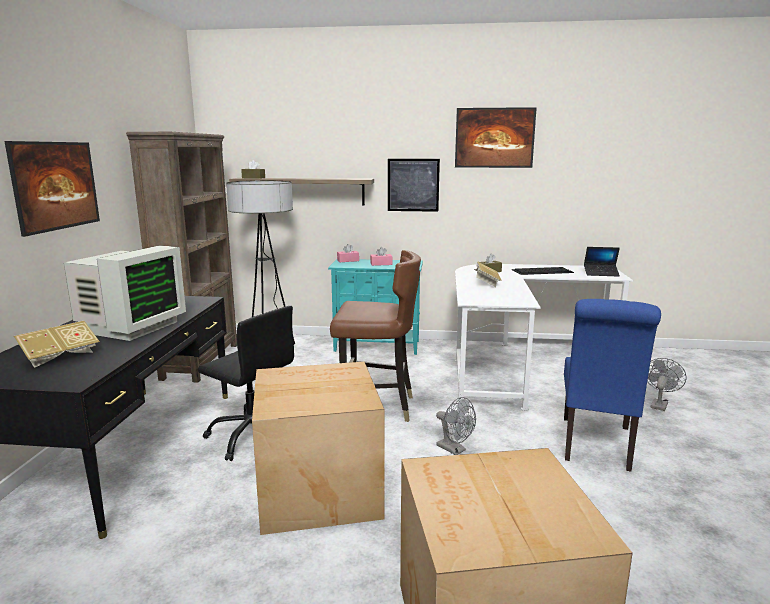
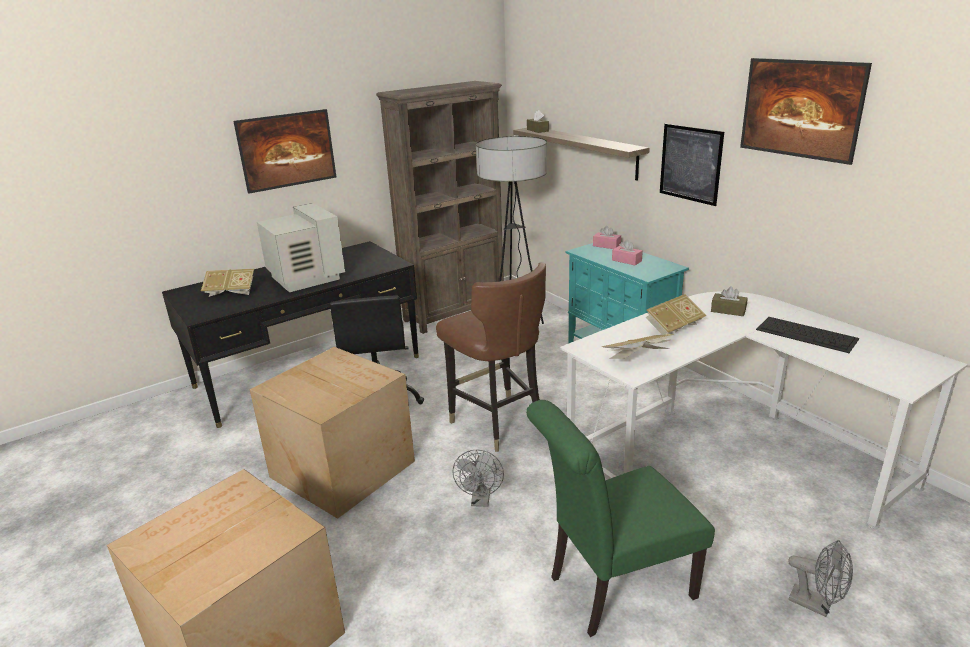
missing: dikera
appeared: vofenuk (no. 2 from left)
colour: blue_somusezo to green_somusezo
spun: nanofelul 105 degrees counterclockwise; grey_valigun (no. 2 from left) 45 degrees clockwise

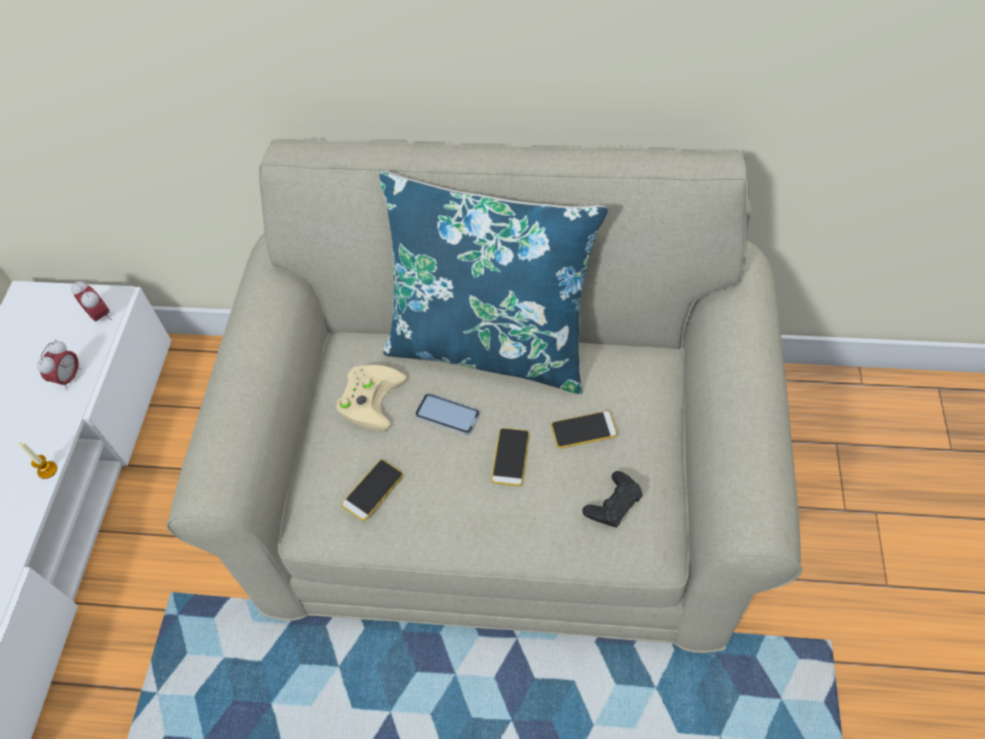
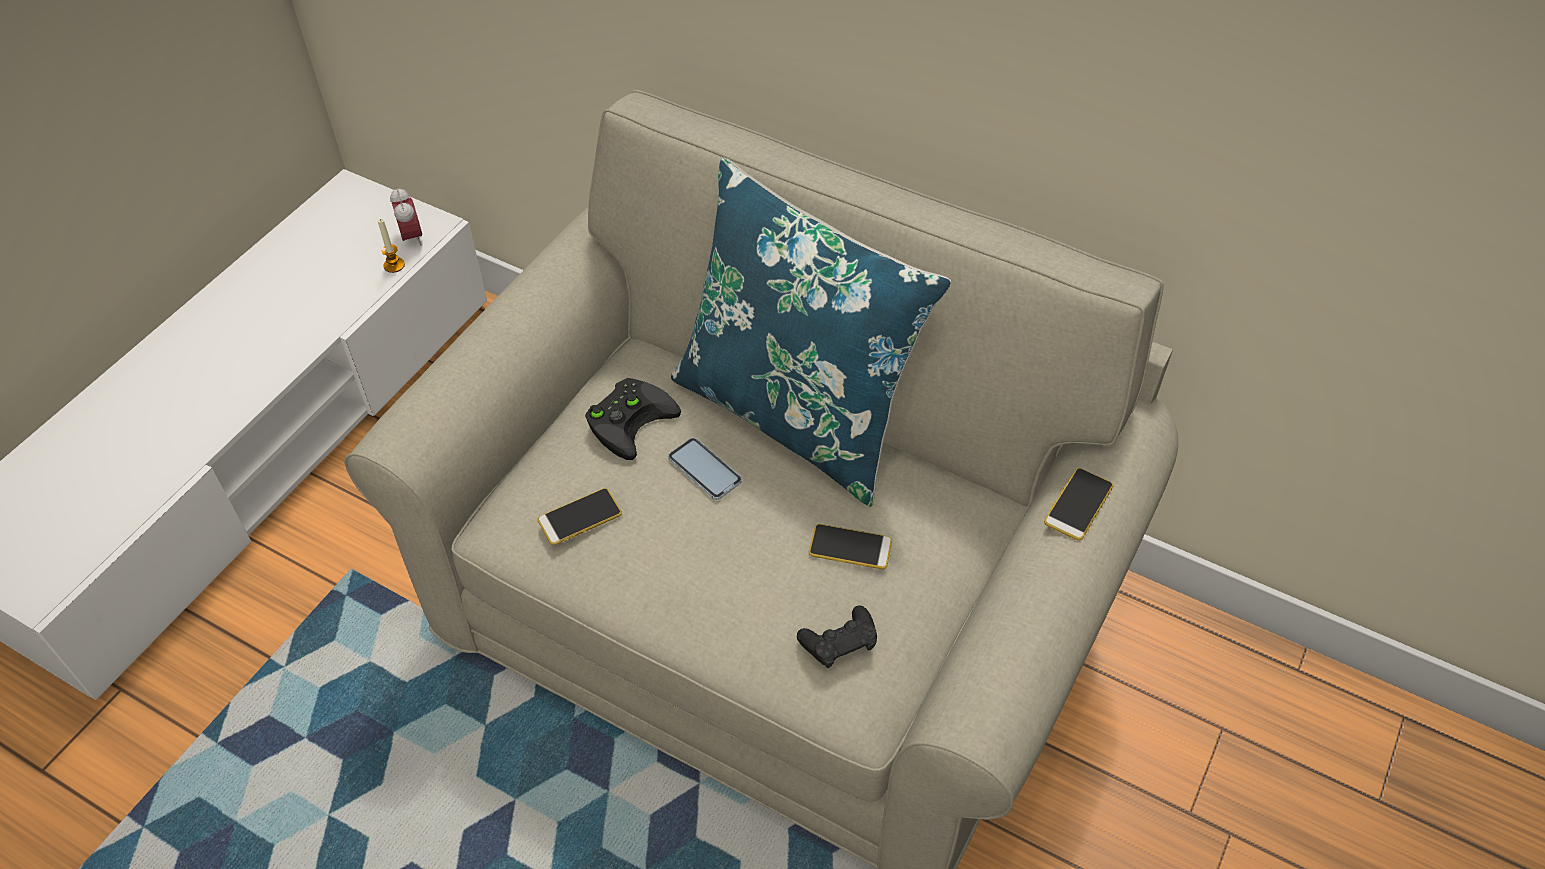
missing: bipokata (no. 1 from left)
relocated: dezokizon (no. 3 from left in the first image) to dezokizon (no. 4 from left); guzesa
colour: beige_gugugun to black_gugugun (no. 1 from left)

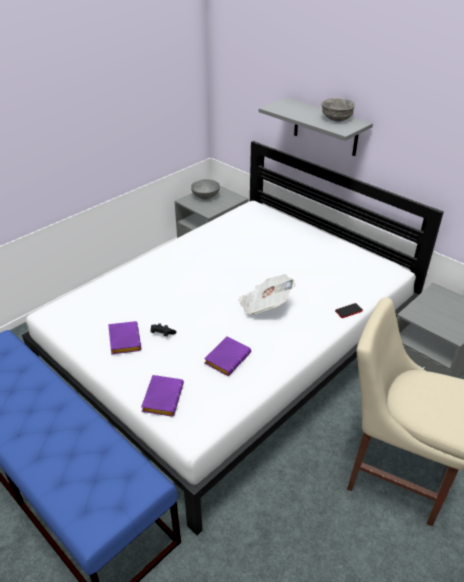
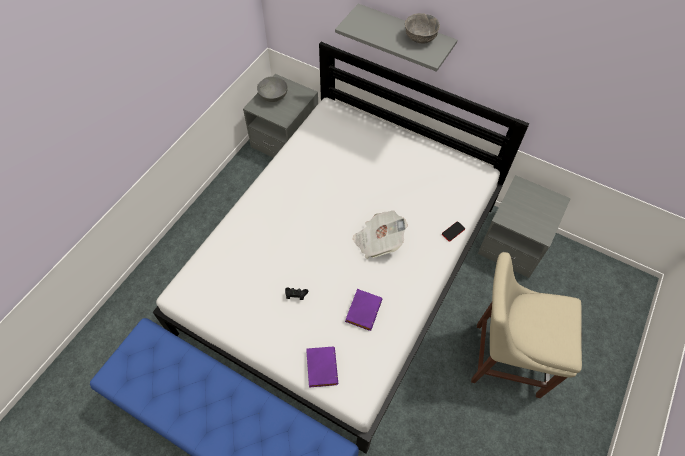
missing: purple_vofenuk (no. 1 from left)

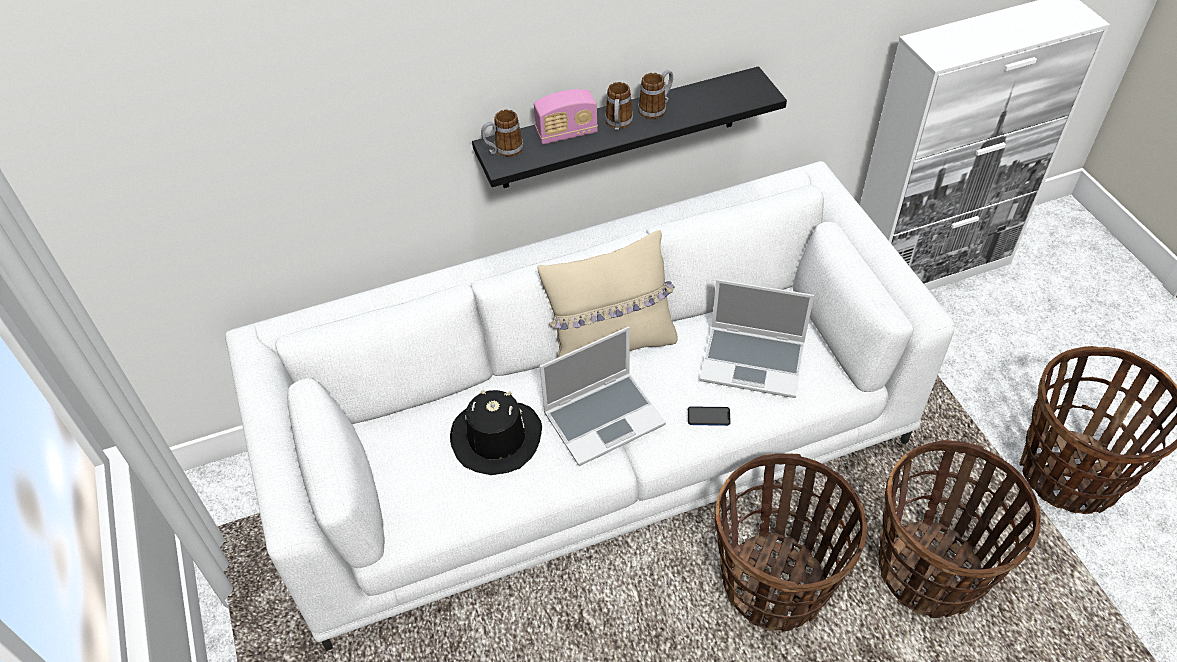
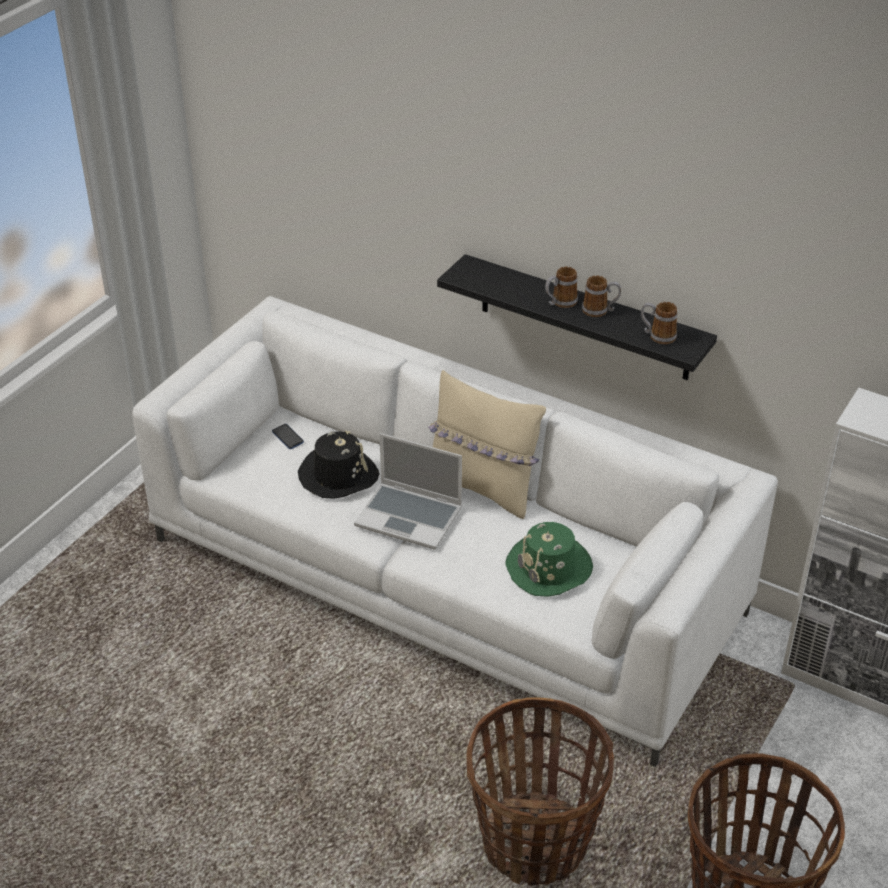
missing: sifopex; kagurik (no. 1 from left)
relocated: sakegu (no. 1 from left in the first image) to sakegu (no. 3 from left); dezokizon
exchanged: dikera (no. 2 from left) to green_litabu

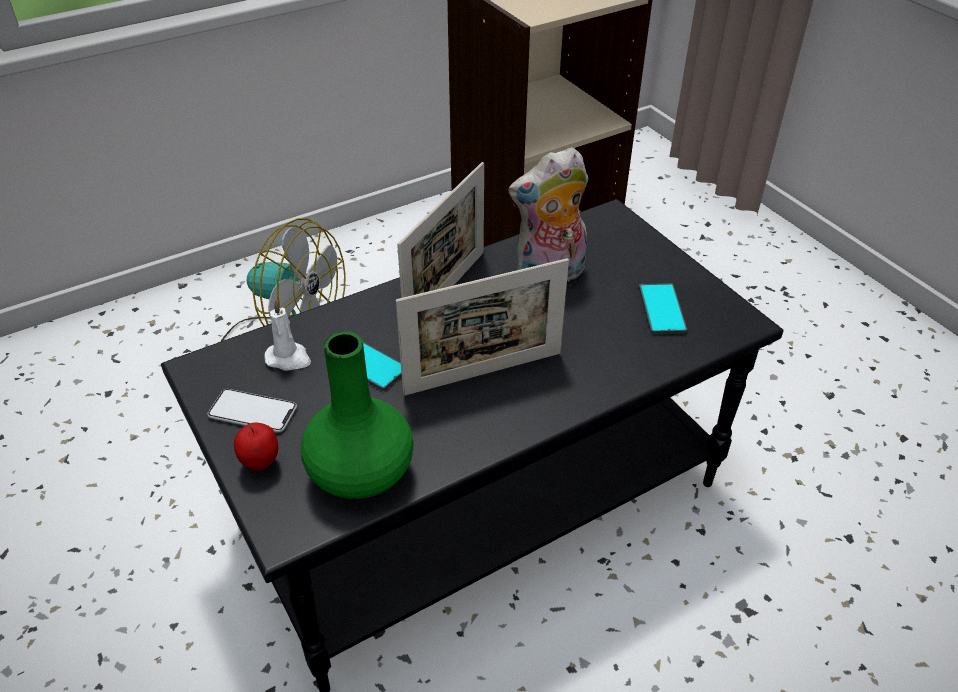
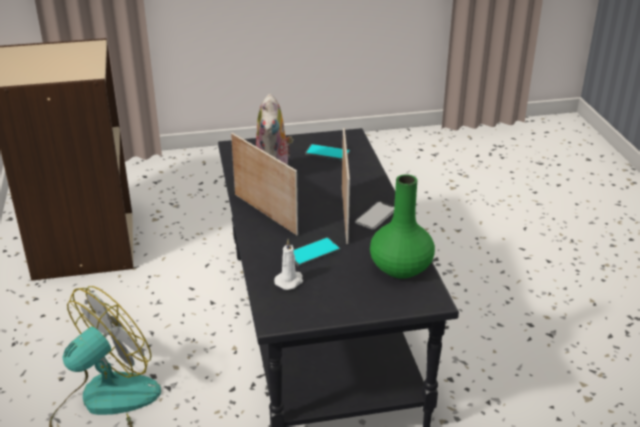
missing: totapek
relocated: dezokizon (no. 1 from left in the first image) to dezokizon (no. 3 from left)

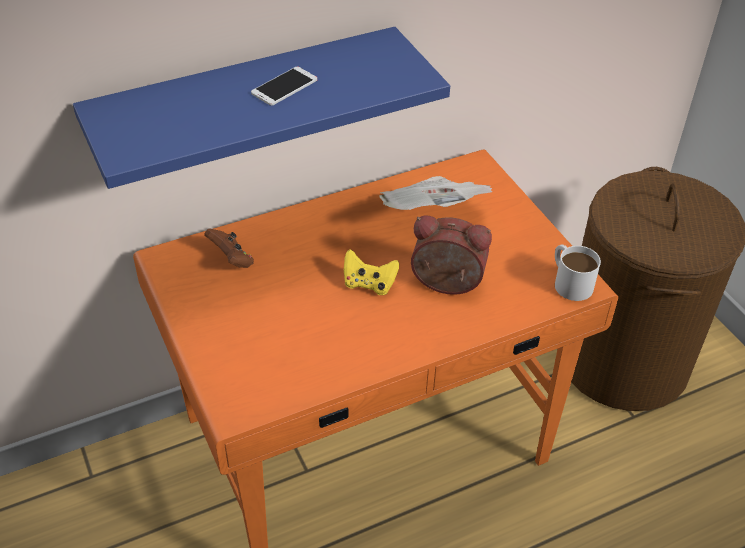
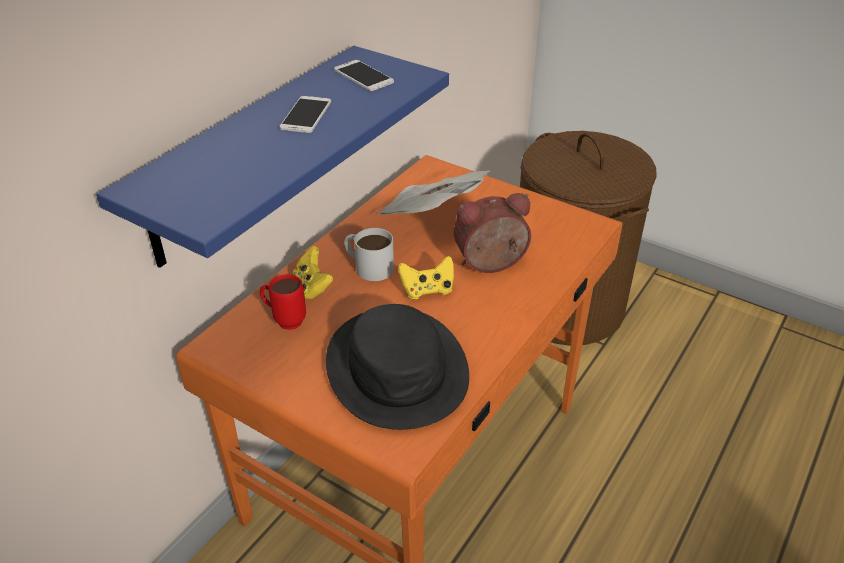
appeared: dezokizon (no. 2 from left); yellow_gugugun (no. 1 from left); black_litabu
relocated: white_sakegu
exchanged: brown_gugugun to red_sakegu

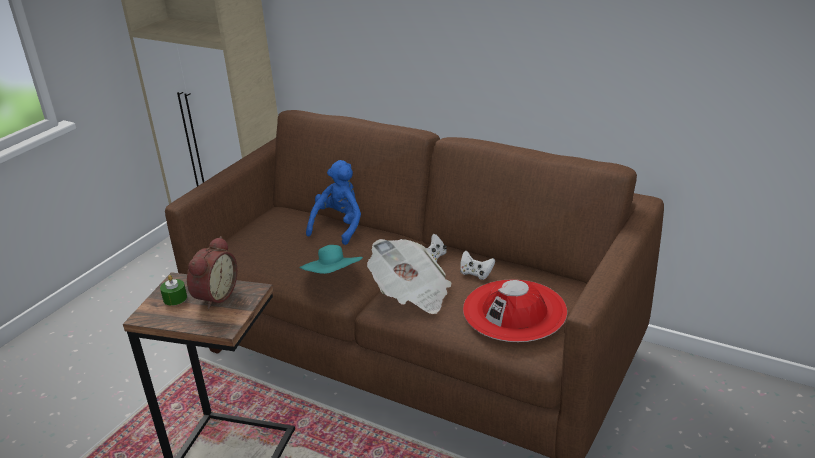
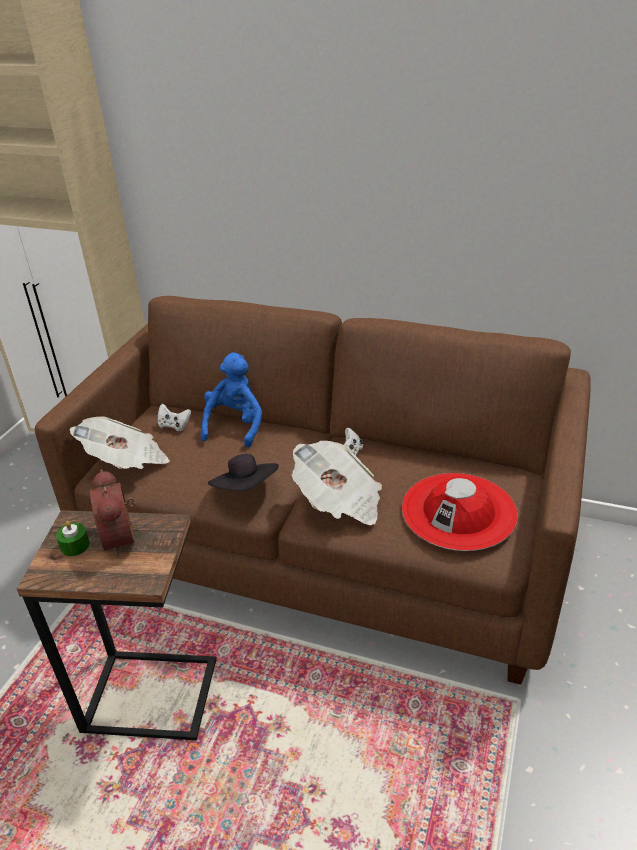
appeared: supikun (no. 1 from left)
relocated: white_gugugun (no. 2 from left in the first image) to white_gugugun (no. 1 from left)
colour: turquoise_litabu to black_litabu
spun: bipokata 150 degrees clockwise

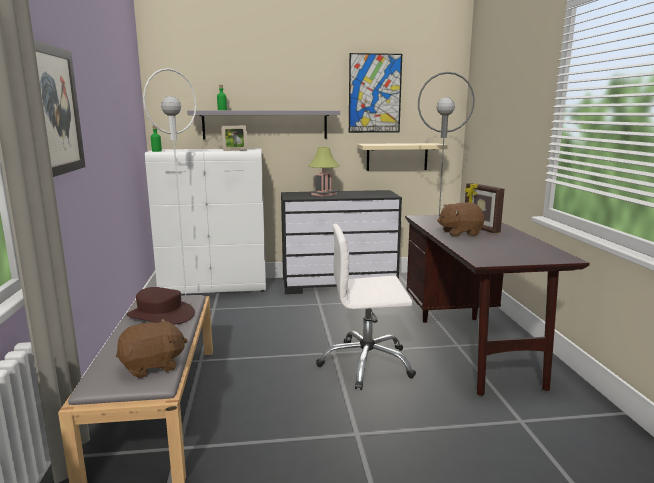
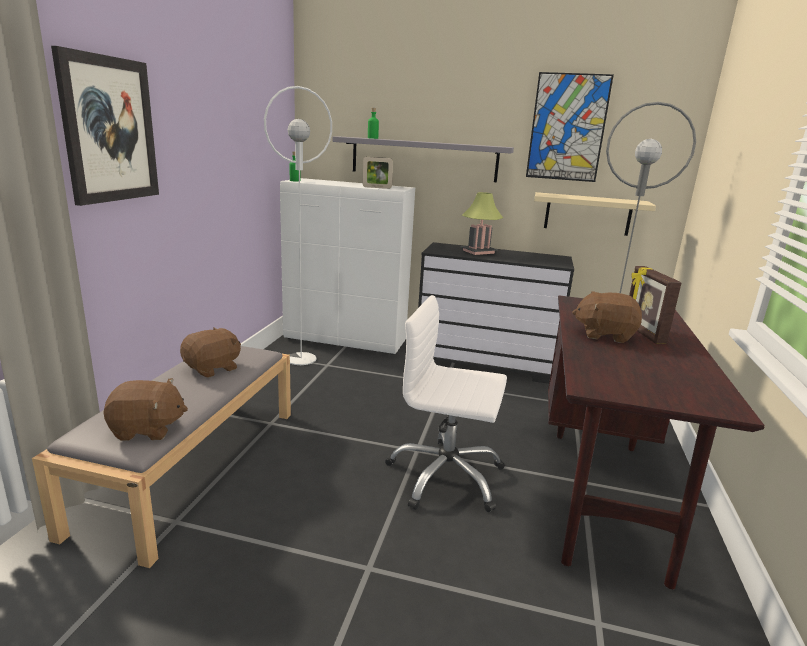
exchanged: brown_litabu to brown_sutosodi (no. 2 from left)

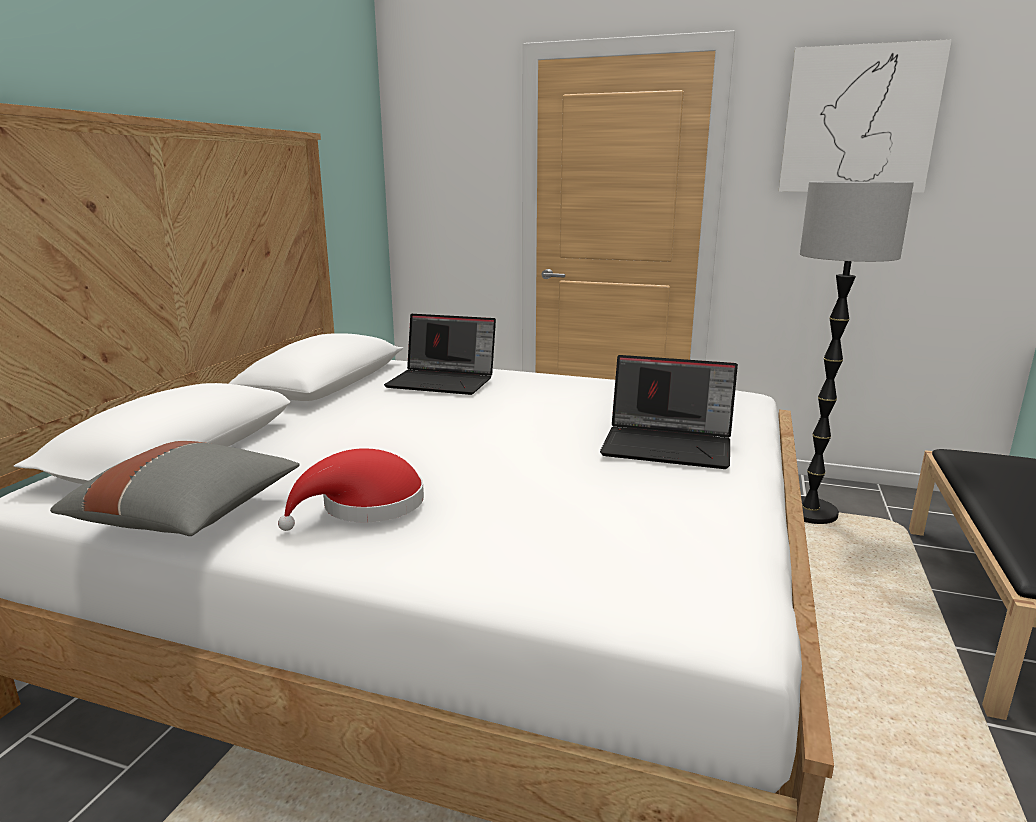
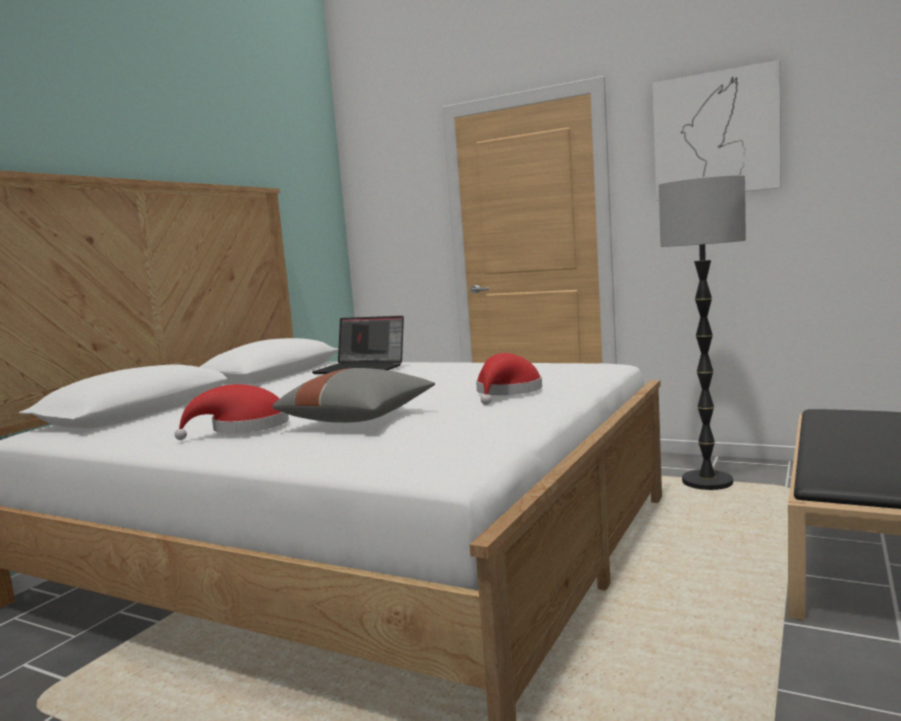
relocated: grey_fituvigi
exchanged: dikera (no. 2 from left) to red_litabu (no. 2 from left)

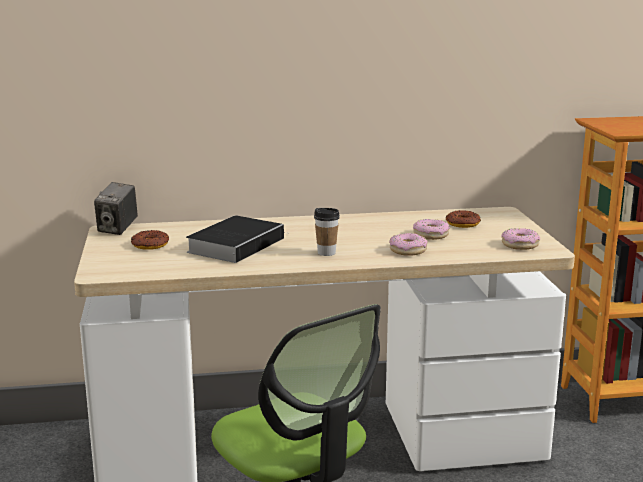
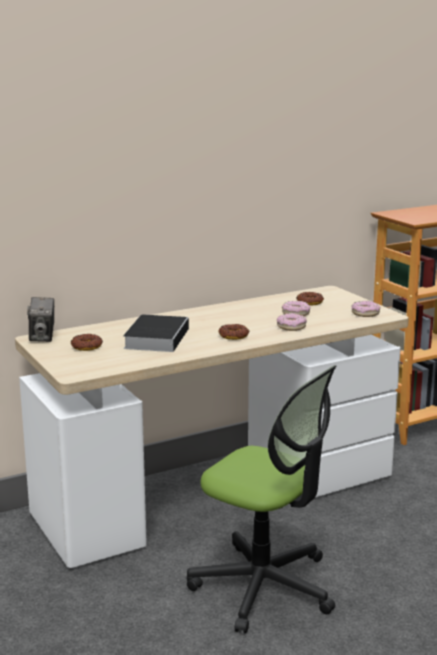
exchanged: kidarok to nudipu (no. 2 from left)

